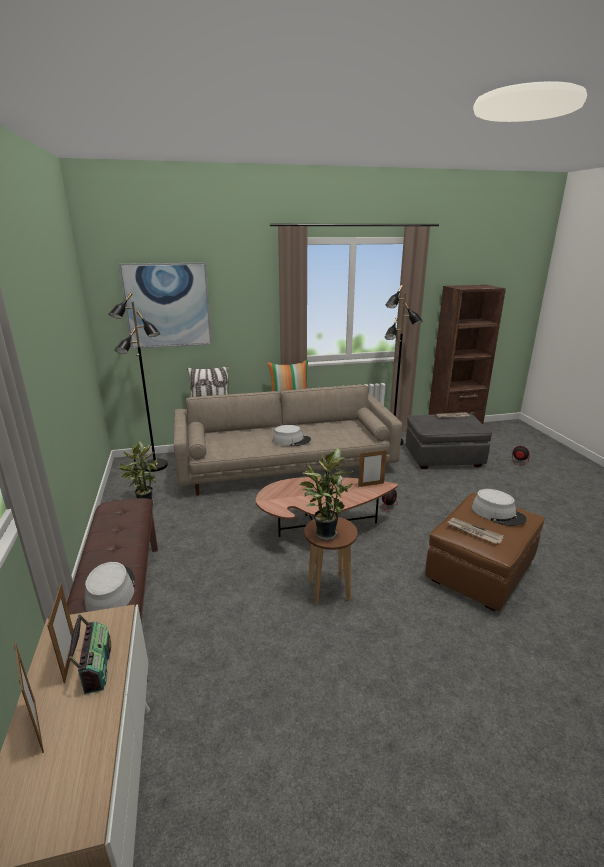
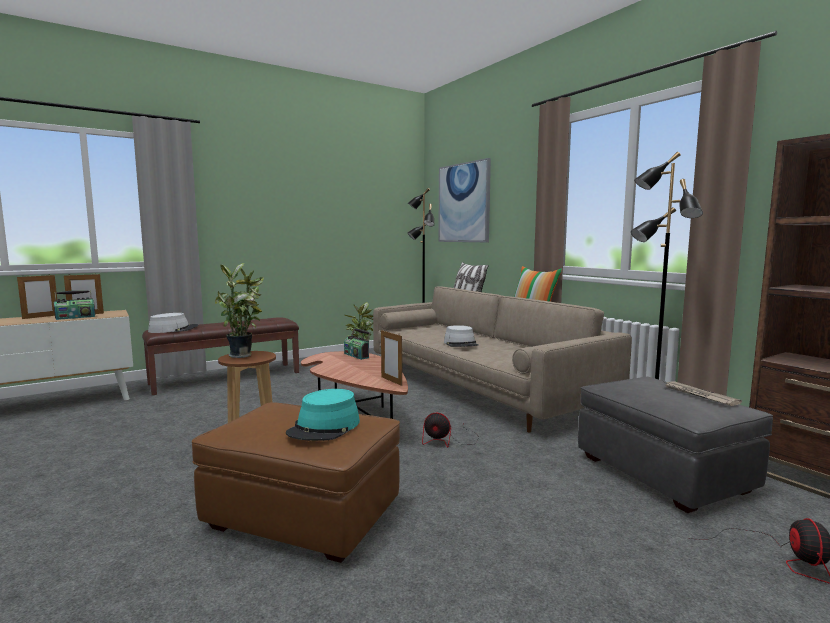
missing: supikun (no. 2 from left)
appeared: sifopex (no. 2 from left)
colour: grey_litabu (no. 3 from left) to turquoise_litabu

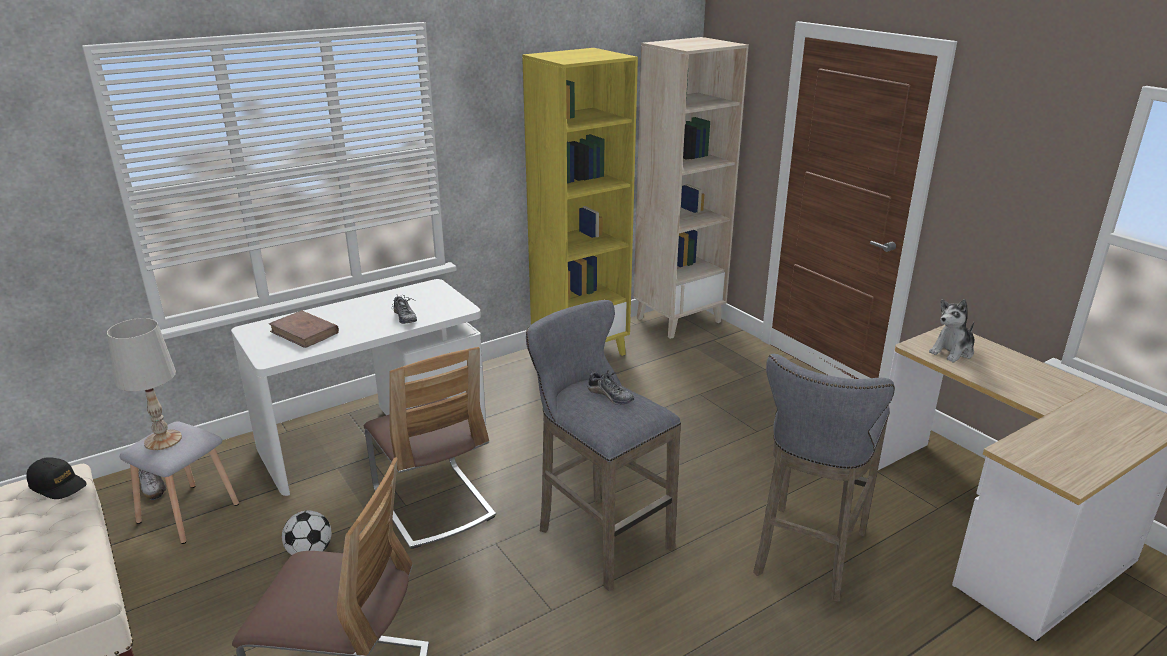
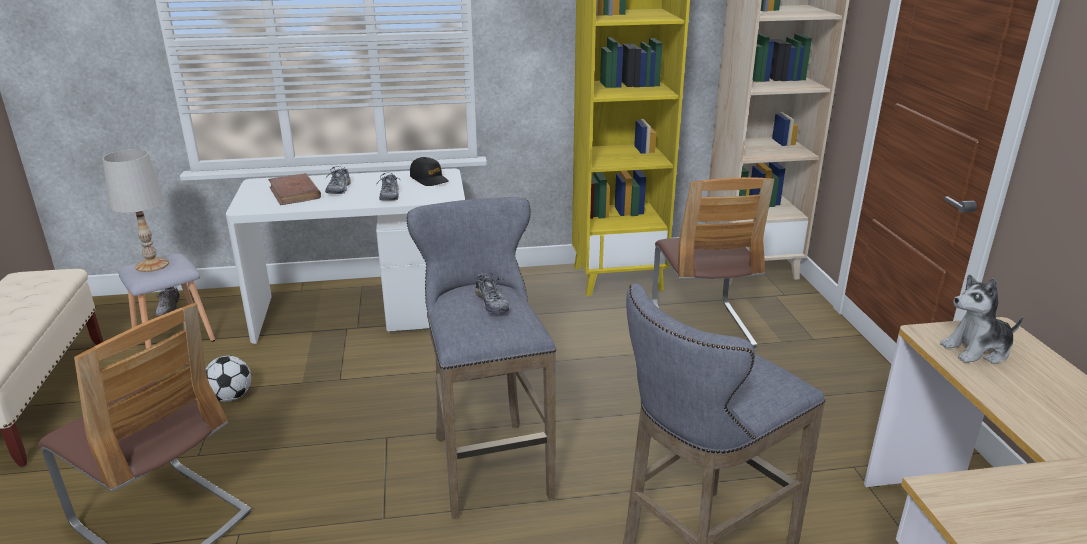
appeared: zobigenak (no. 2 from left)
relocated: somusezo (no. 2 from left); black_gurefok

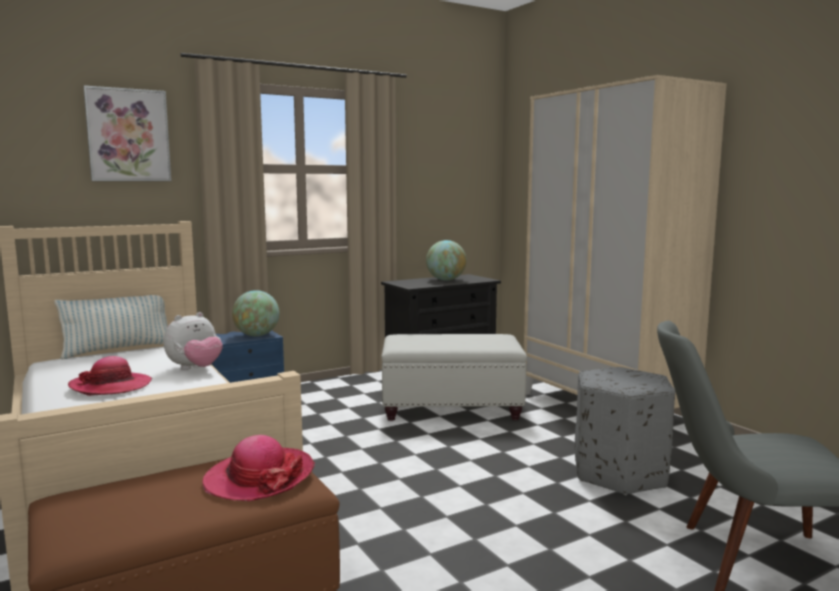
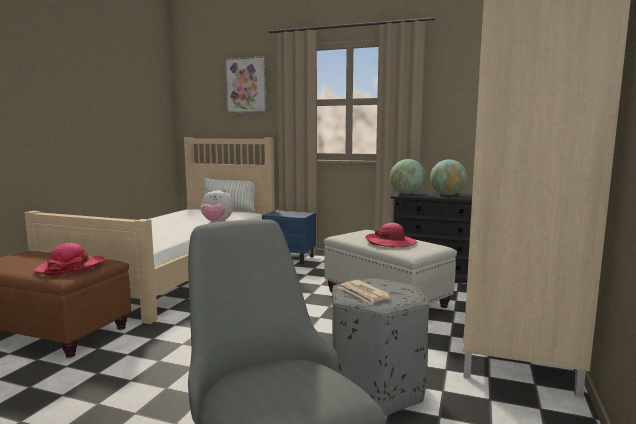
appeared: supikun
relocated: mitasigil (no. 1 from left); litabu (no. 1 from left in the first image) to litabu (no. 2 from left)

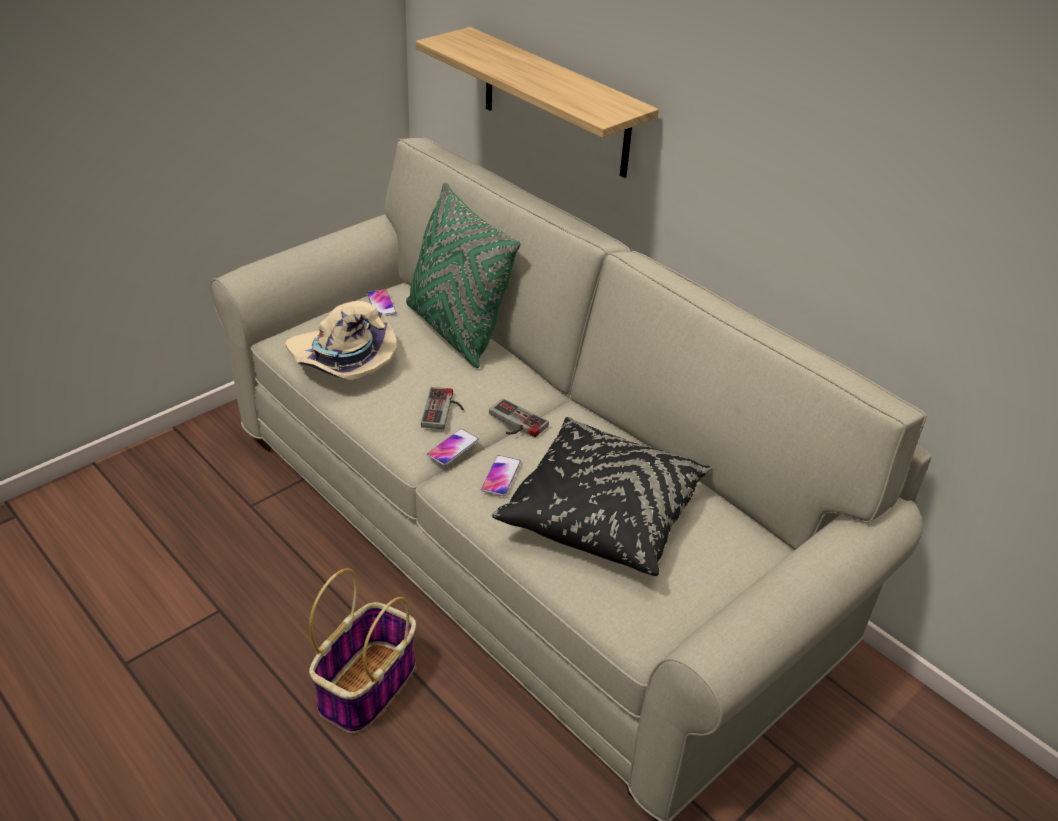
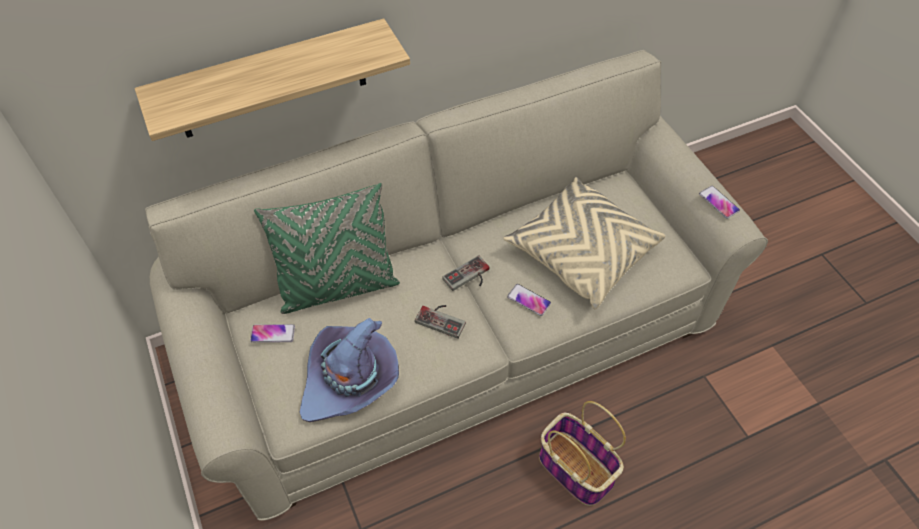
relocated: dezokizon (no. 2 from left in the first image) to dezokizon (no. 3 from left)
colour: beige_litabu to purple_litabu; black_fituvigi to beige_fituvigi

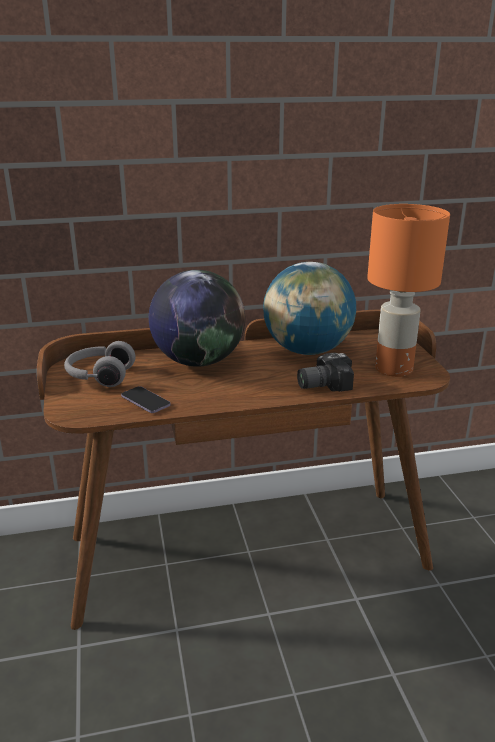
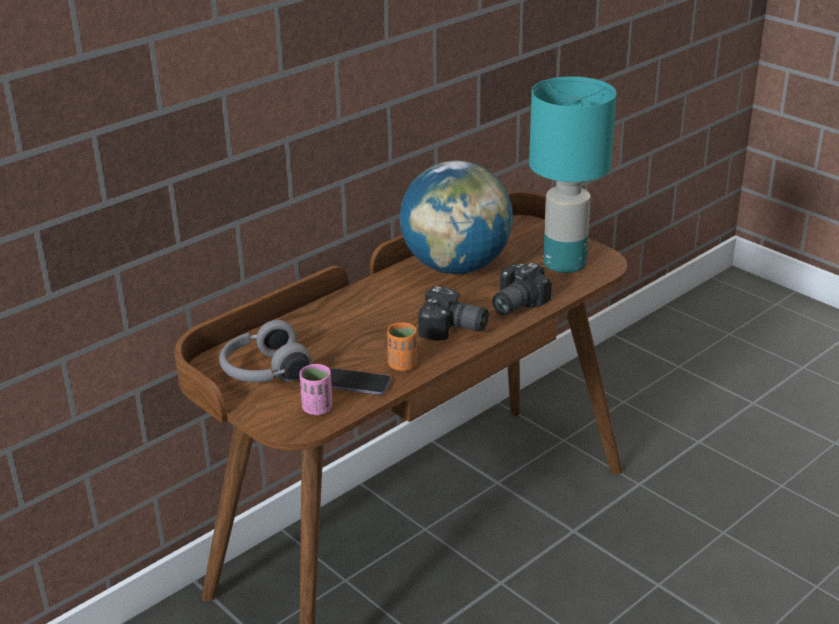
missing: mitasigil (no. 1 from left)
appeared: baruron (no. 1 from left); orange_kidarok; pink_kidarok
colour: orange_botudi to turquoise_botudi

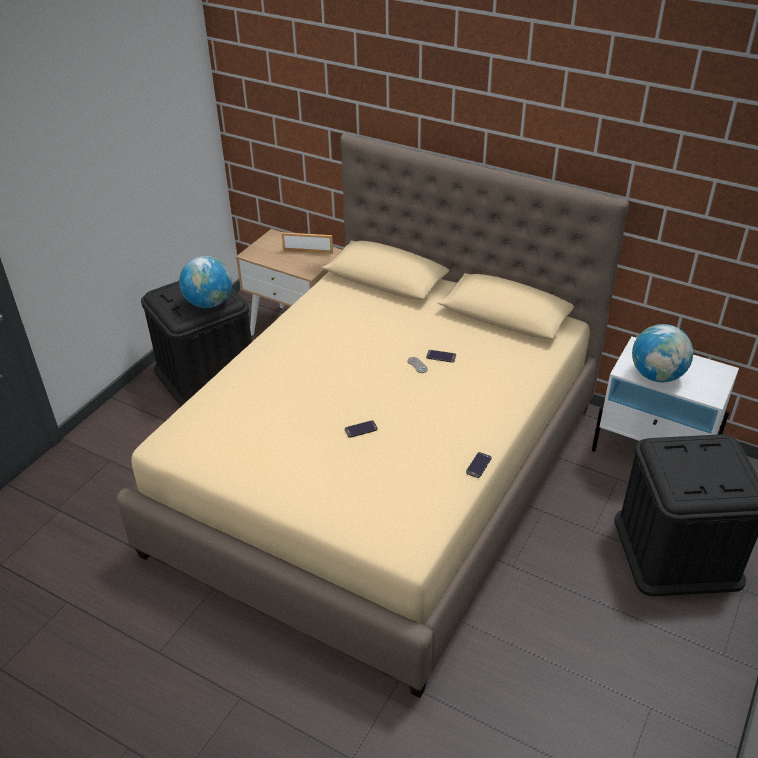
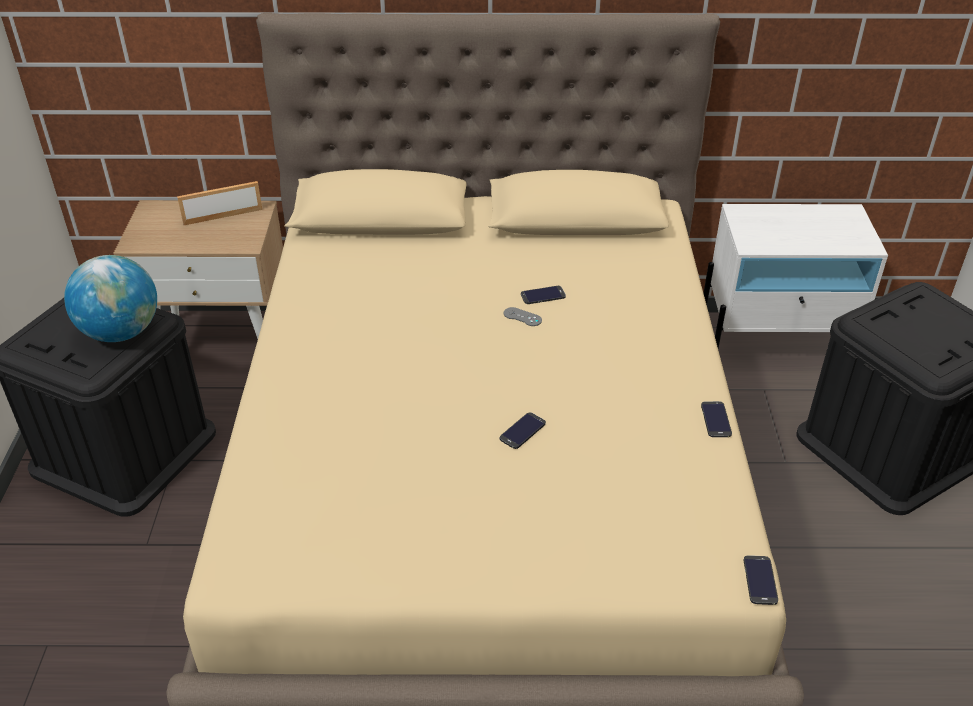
missing: mitasigil (no. 2 from left)
appeared: dezokizon (no. 4 from left)

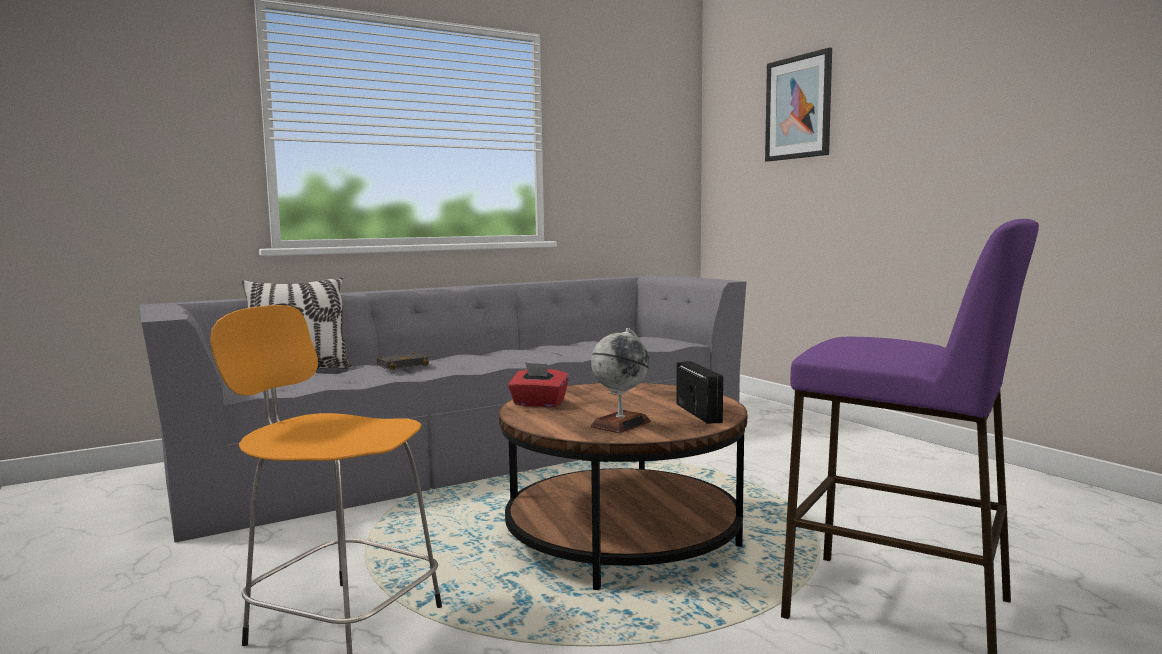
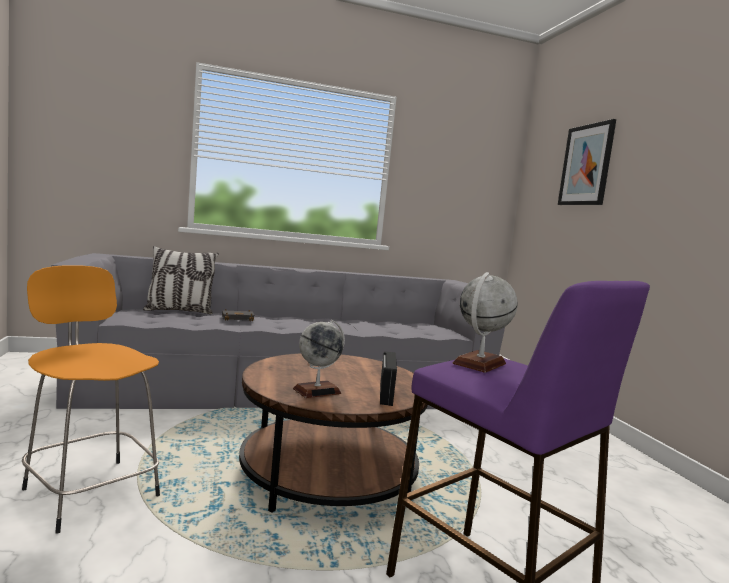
missing: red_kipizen
appeared: mitasigil (no. 2 from left)

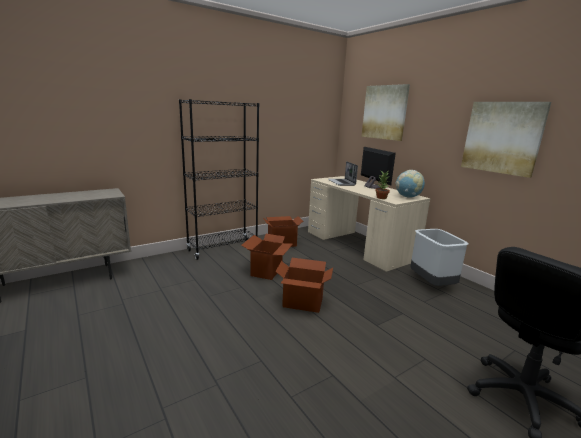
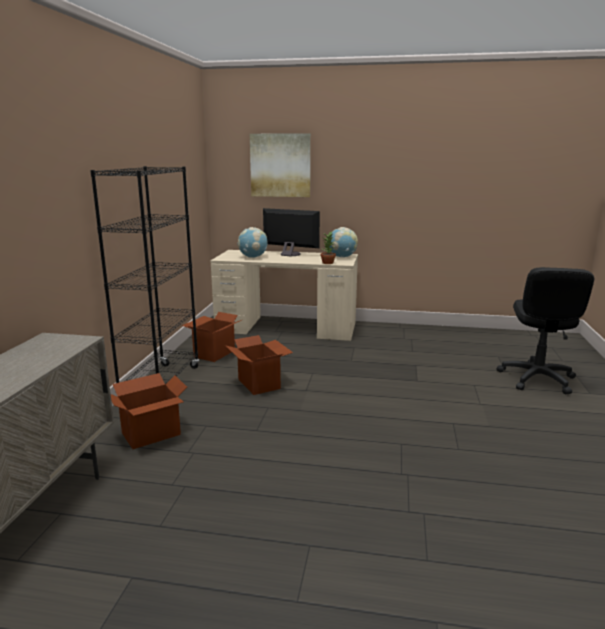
missing: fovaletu (no. 2 from left); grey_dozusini
relocated: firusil (no. 3 from left in the first image) to firusil (no. 1 from left)
exchanged: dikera to mitasigil (no. 1 from left)

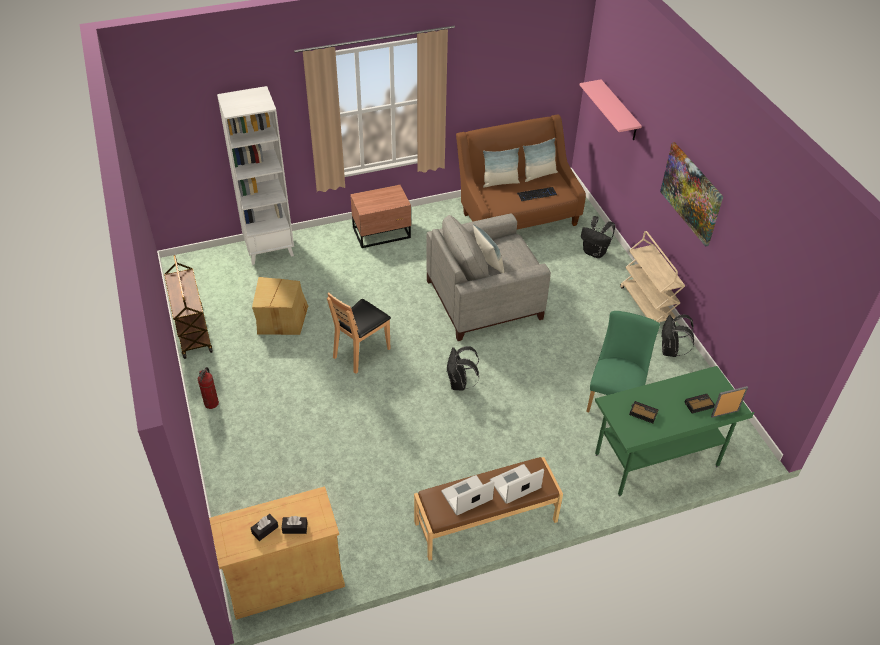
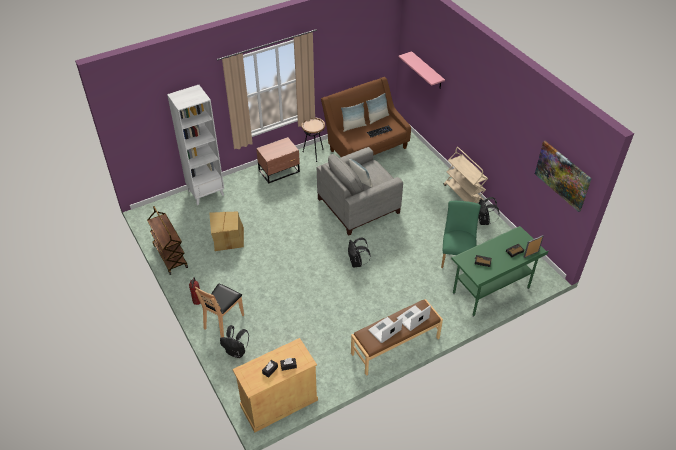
appeared: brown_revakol
relocated: fovaletu; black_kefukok (no. 2 from left in the first image) to black_kefukok (no. 1 from left); brown_somusezo

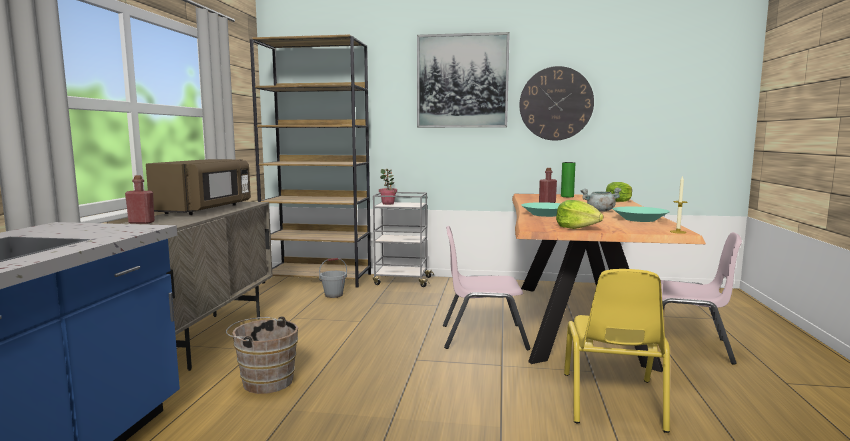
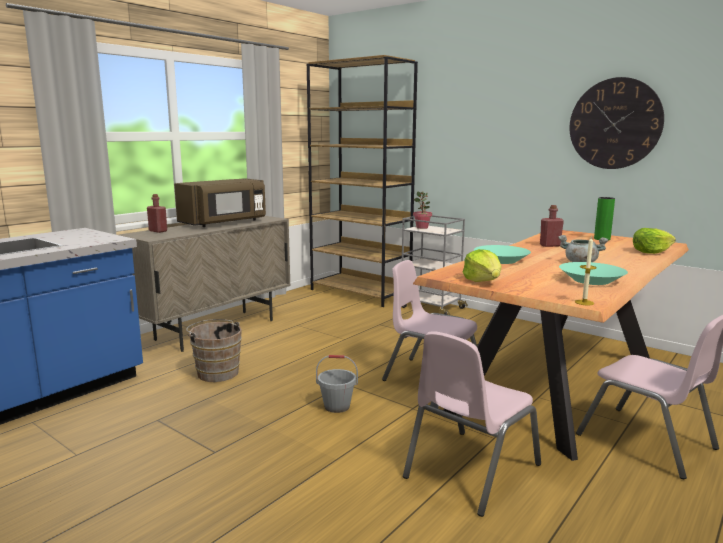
missing: fovaletu
relocated: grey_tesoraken
colour: yellow_somusezo to pink_somusezo (no. 2 from left)

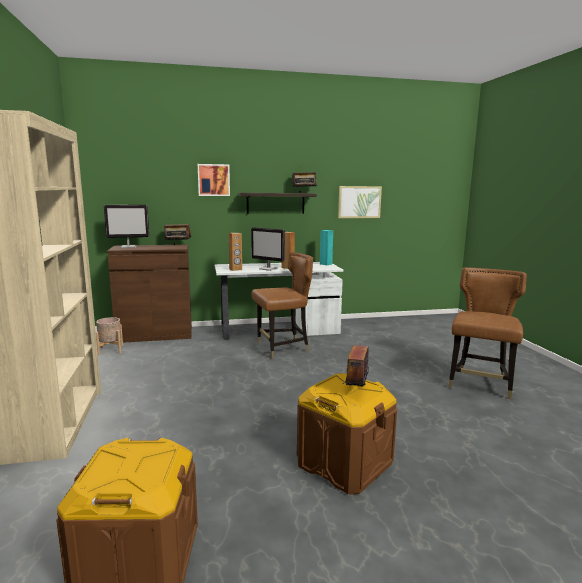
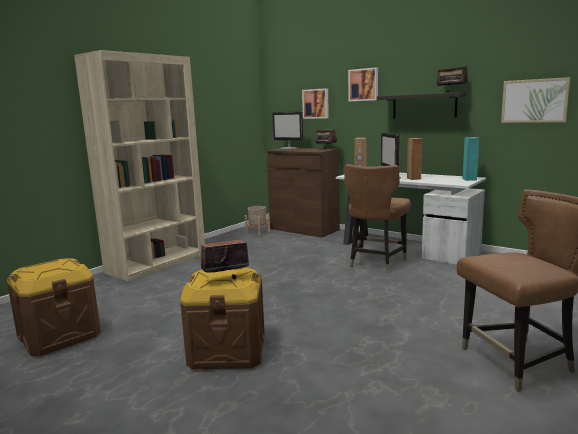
appeared: fovaletu (no. 1 from left)
spun: brown_somusezo (no. 1 from left) 90 degrees clockwise

